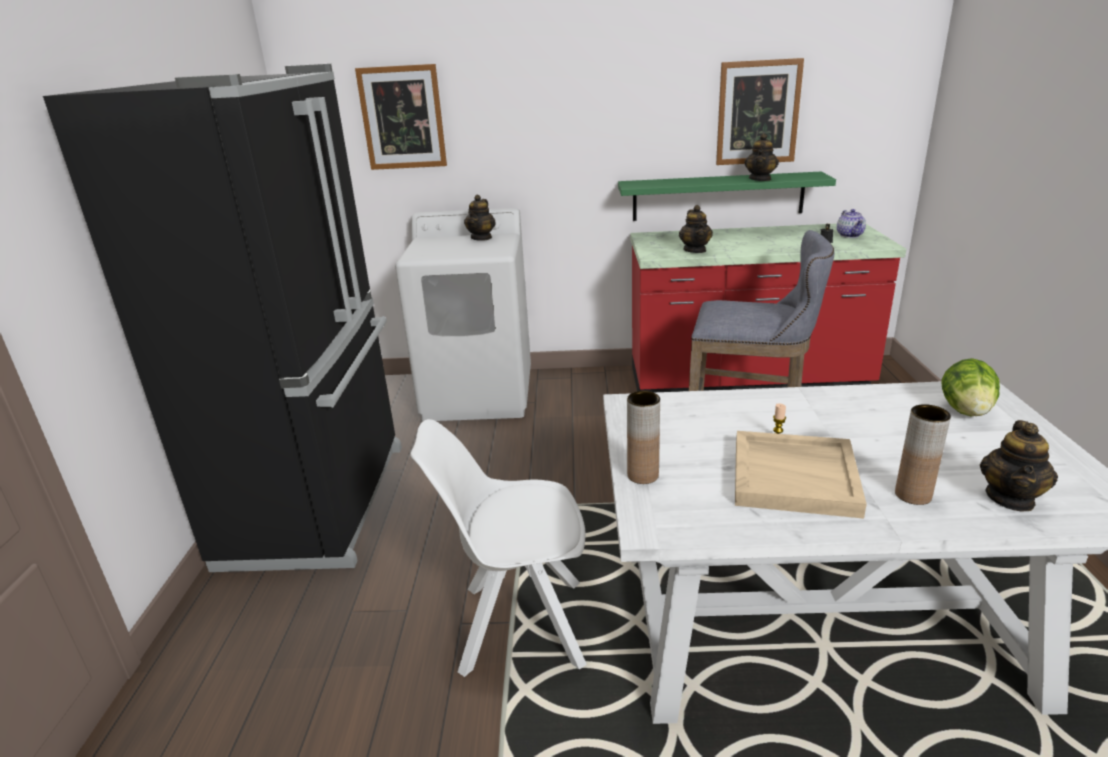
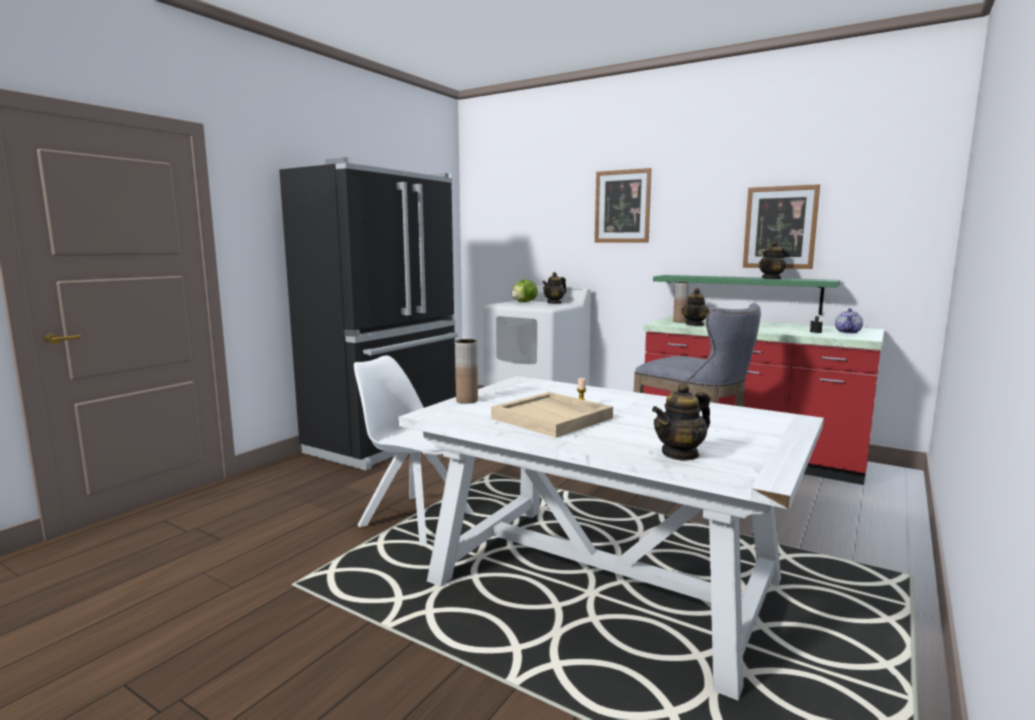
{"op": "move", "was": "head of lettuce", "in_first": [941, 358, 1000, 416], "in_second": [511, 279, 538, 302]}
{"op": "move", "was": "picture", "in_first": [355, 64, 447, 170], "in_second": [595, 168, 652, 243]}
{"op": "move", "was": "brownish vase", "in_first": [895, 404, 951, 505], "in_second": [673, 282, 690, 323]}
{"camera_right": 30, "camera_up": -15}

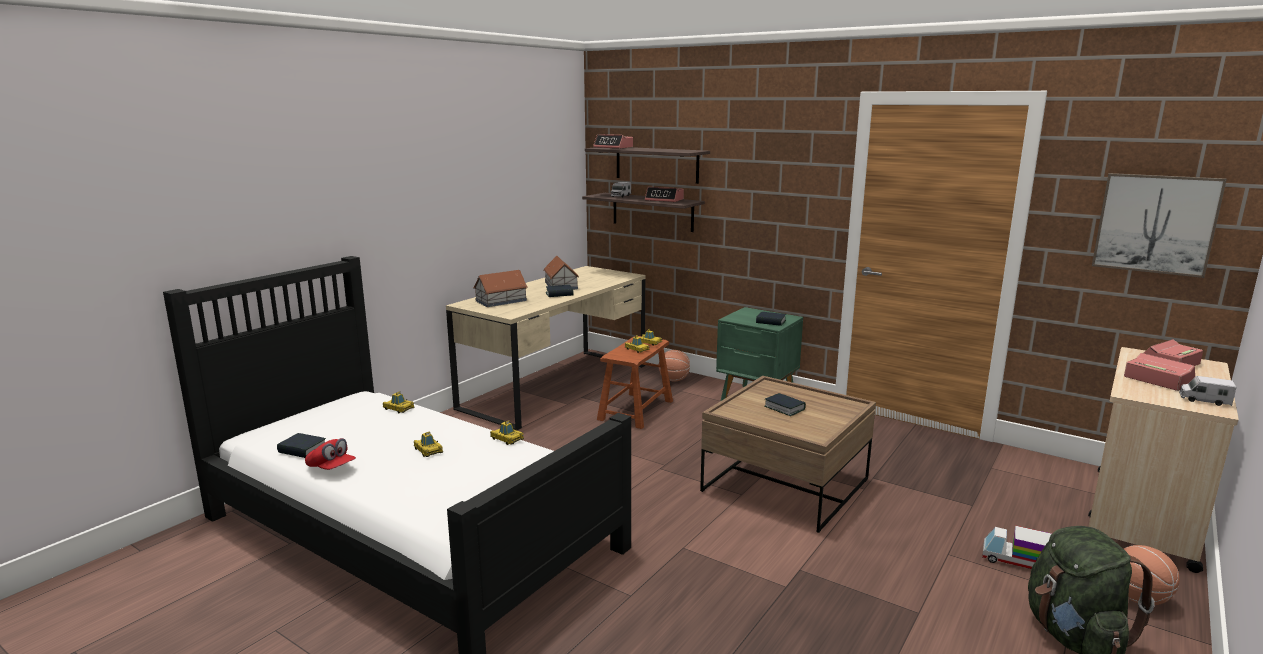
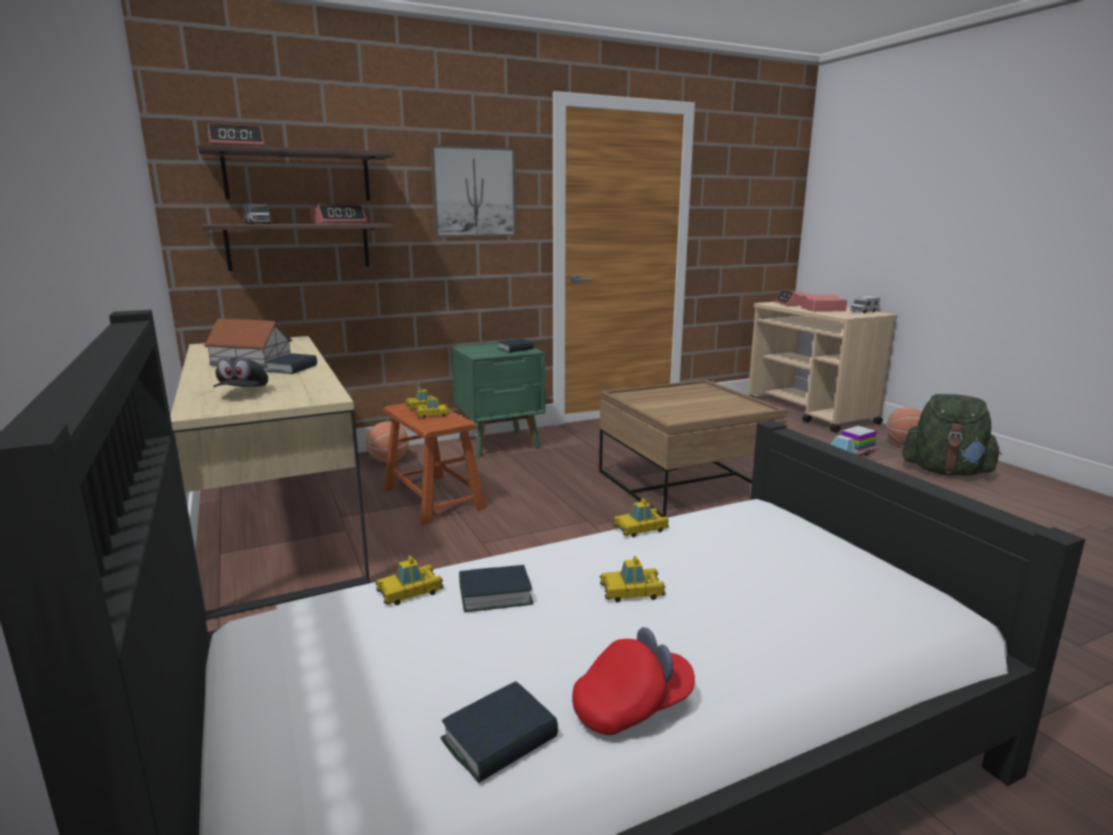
{"op": "replace", "was": "toy house", "now": "blackish cap", "in_first": [473, 270, 528, 307], "in_second": [213, 357, 268, 387]}
{"op": "move", "was": "picture", "in_first": [1092, 173, 1227, 278], "in_second": [430, 145, 516, 237]}
{"op": "move", "was": "bound book", "in_first": [764, 393, 806, 416], "in_second": [459, 565, 533, 612]}
{"camera_right": -60, "camera_up": 0}

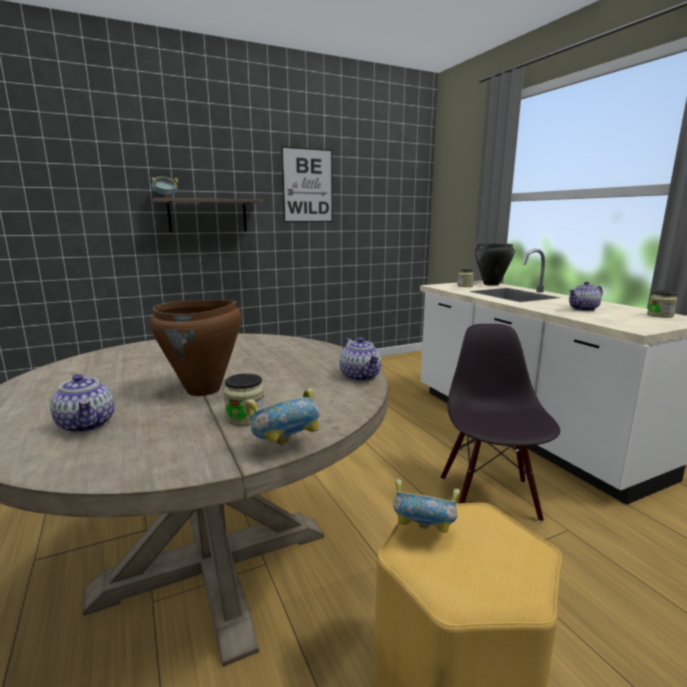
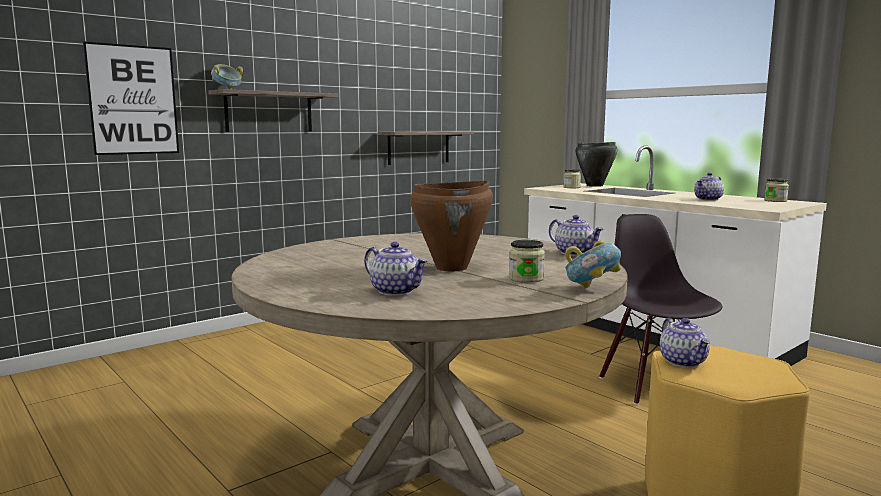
{"op": "move", "was": "picture", "in_first": [281, 146, 333, 222], "in_second": [83, 41, 179, 155]}
{"op": "insert", "now": "bracket shelf", "in_second": [378, 131, 474, 165]}
{"op": "replace", "was": "bowl", "now": "pot for tea", "in_first": [393, 479, 460, 533], "in_second": [660, 318, 710, 367]}
{"camera_right": -15, "camera_up": -5}

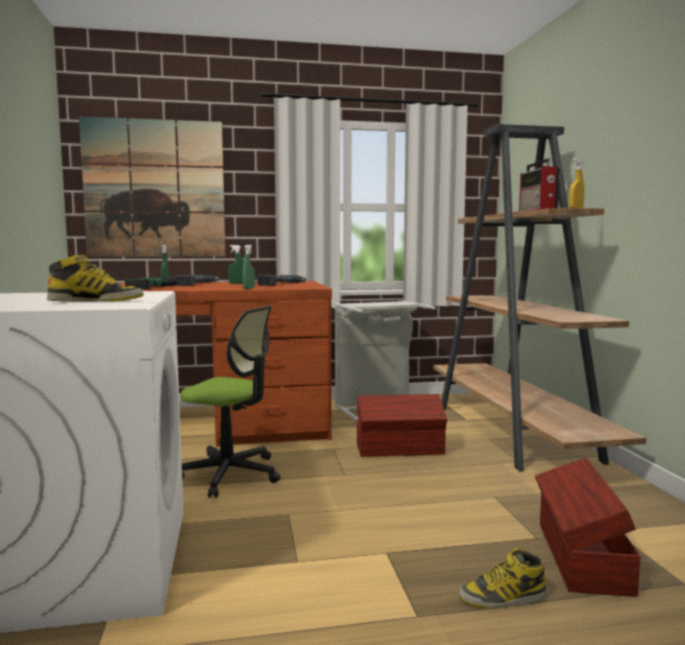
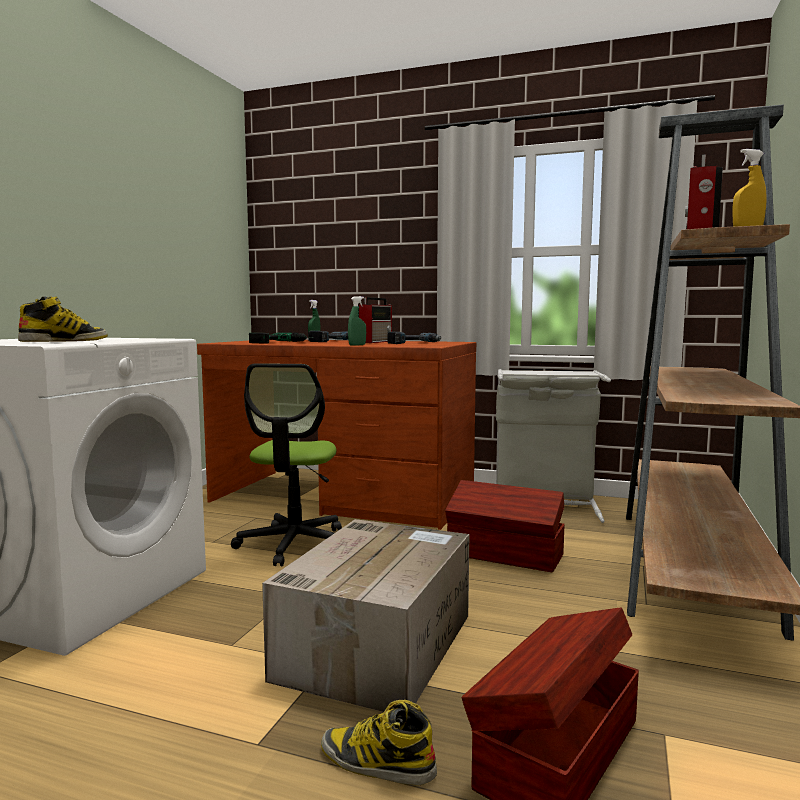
{"op": "rotate", "was": "high-top boot", "in_first": [47, 255, 144, 301], "in_second": [18, 296, 108, 342], "clockwise": -75}
{"op": "rotate", "was": "office chair", "in_first": [180, 306, 280, 498], "in_second": [231, 363, 342, 566], "clockwise": 45}
{"op": "insert", "now": "carton", "in_second": [262, 519, 469, 712]}
{"op": "replace", "was": "greenish spray bottle", "now": "radio receiver", "in_first": [228, 245, 244, 284], "in_second": [358, 297, 392, 343]}
{"op": "delete", "was": "picture", "in_first": [79, 116, 226, 257]}
{"camera_right": 30, "camera_up": 0}

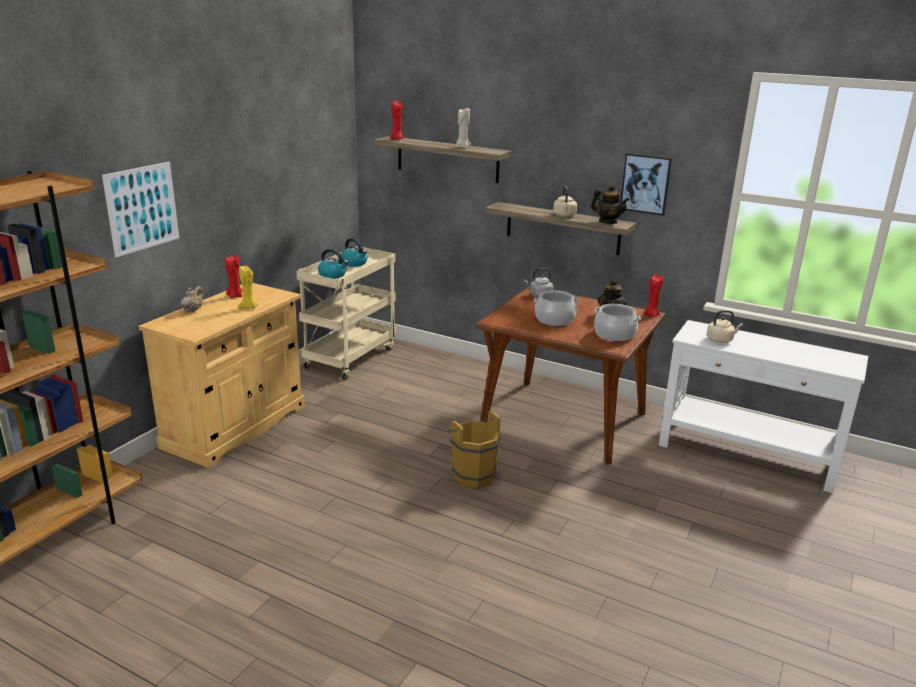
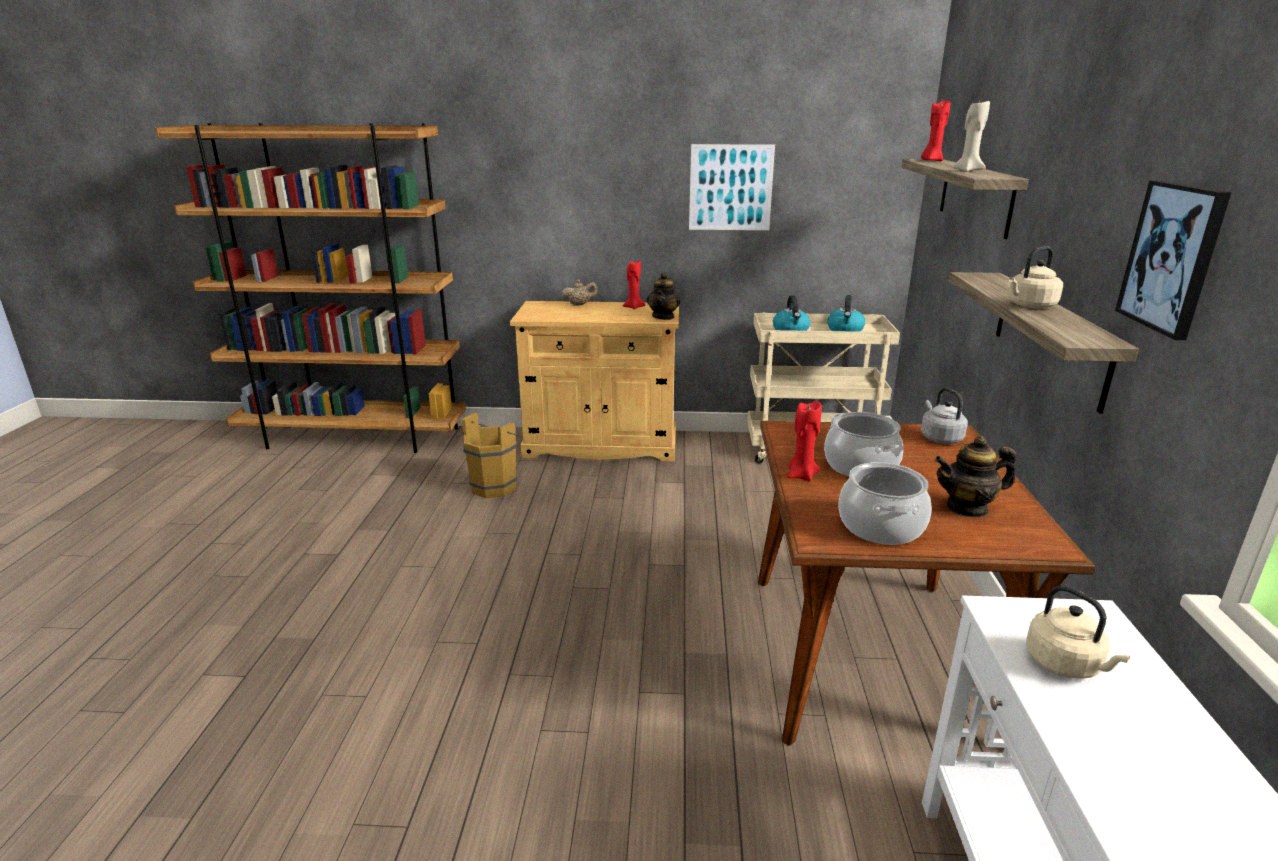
{"op": "move", "was": "brownish pail", "in_first": [447, 410, 500, 488], "in_second": [462, 413, 522, 498]}
{"op": "move", "was": "pot for tea", "in_first": [591, 185, 630, 224], "in_second": [647, 272, 680, 320]}
{"op": "move", "was": "picture", "in_first": [102, 162, 179, 257], "in_second": [689, 144, 775, 230]}
{"op": "move", "was": "reddish wax light", "in_first": [644, 274, 663, 317], "in_second": [787, 401, 822, 481]}
{"op": "delete", "was": "yellow-coloured wax light", "in_first": [238, 265, 259, 309]}
{"camera_right": 65, "camera_up": 0}

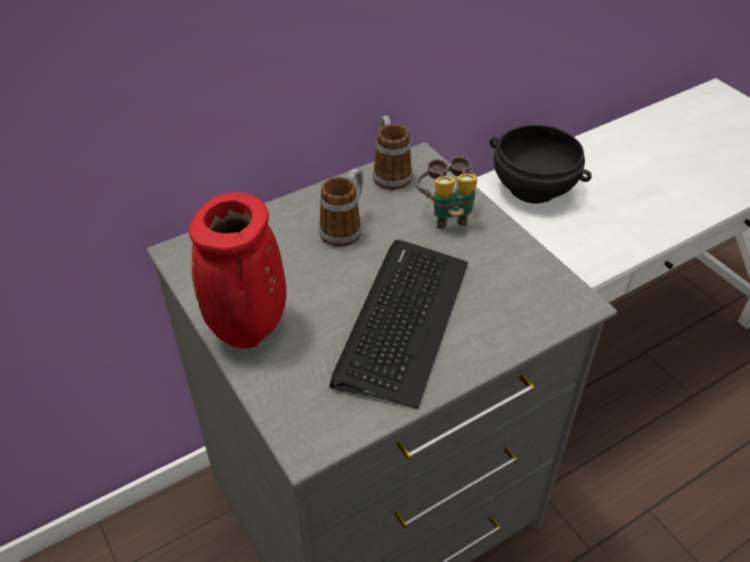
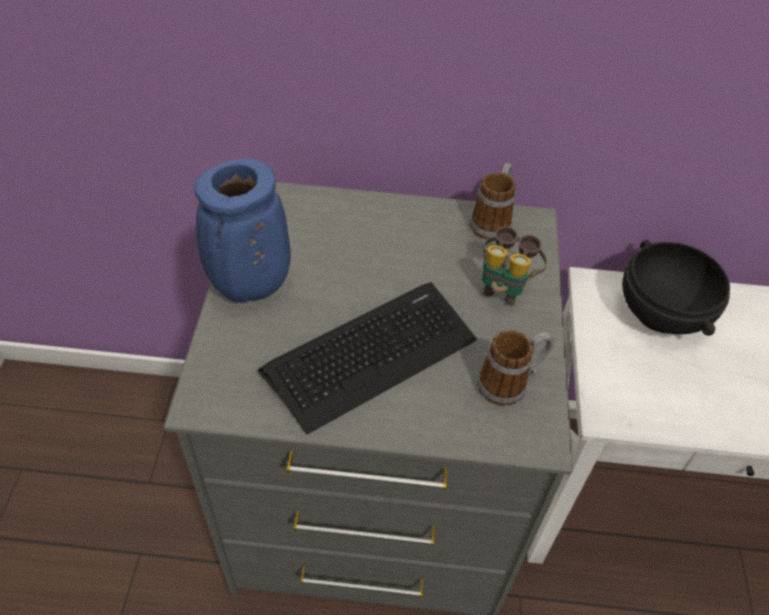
{"op": "recolor", "was": "reddish vase", "now": "bluish vase", "in_first": [189, 192, 286, 348], "in_second": [195, 158, 291, 303]}
{"op": "move", "was": "mug", "in_first": [319, 168, 363, 247], "in_second": [477, 330, 554, 406]}
{"camera_right": 35, "camera_up": 5}

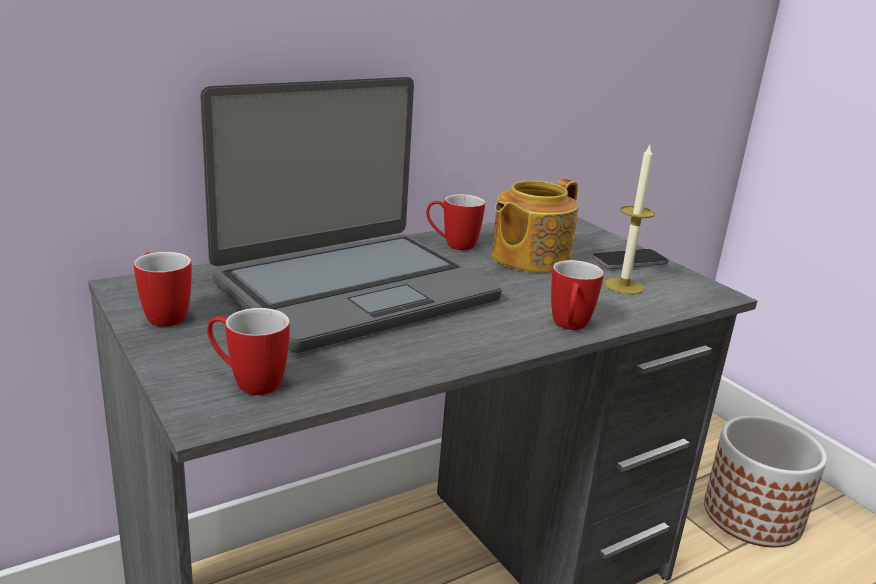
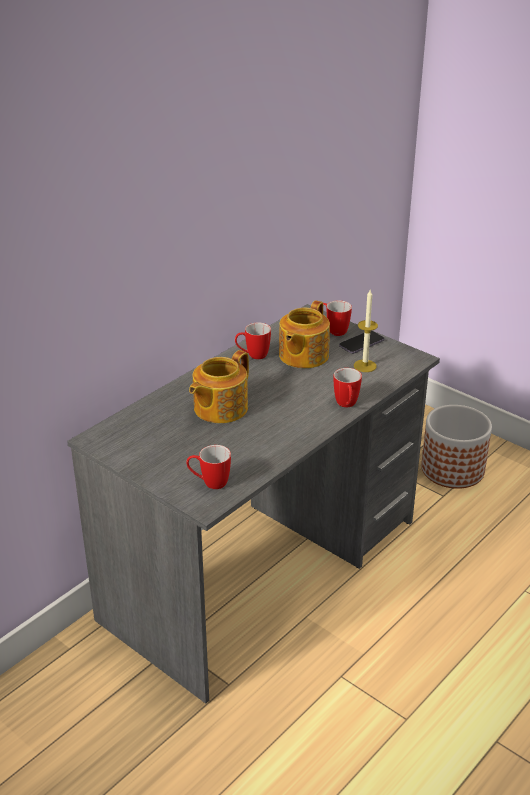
{"op": "replace", "was": "notebook computer", "now": "pot for tea", "in_first": [200, 77, 502, 353], "in_second": [189, 350, 249, 423]}
{"op": "move", "was": "mug", "in_first": [134, 252, 192, 327], "in_second": [323, 300, 352, 336]}
{"camera_right": -15, "camera_up": 10}

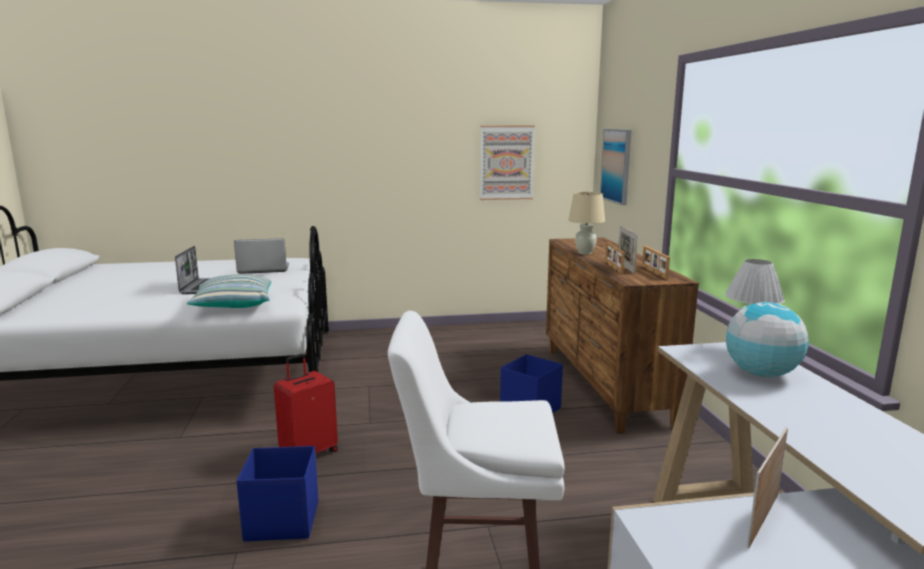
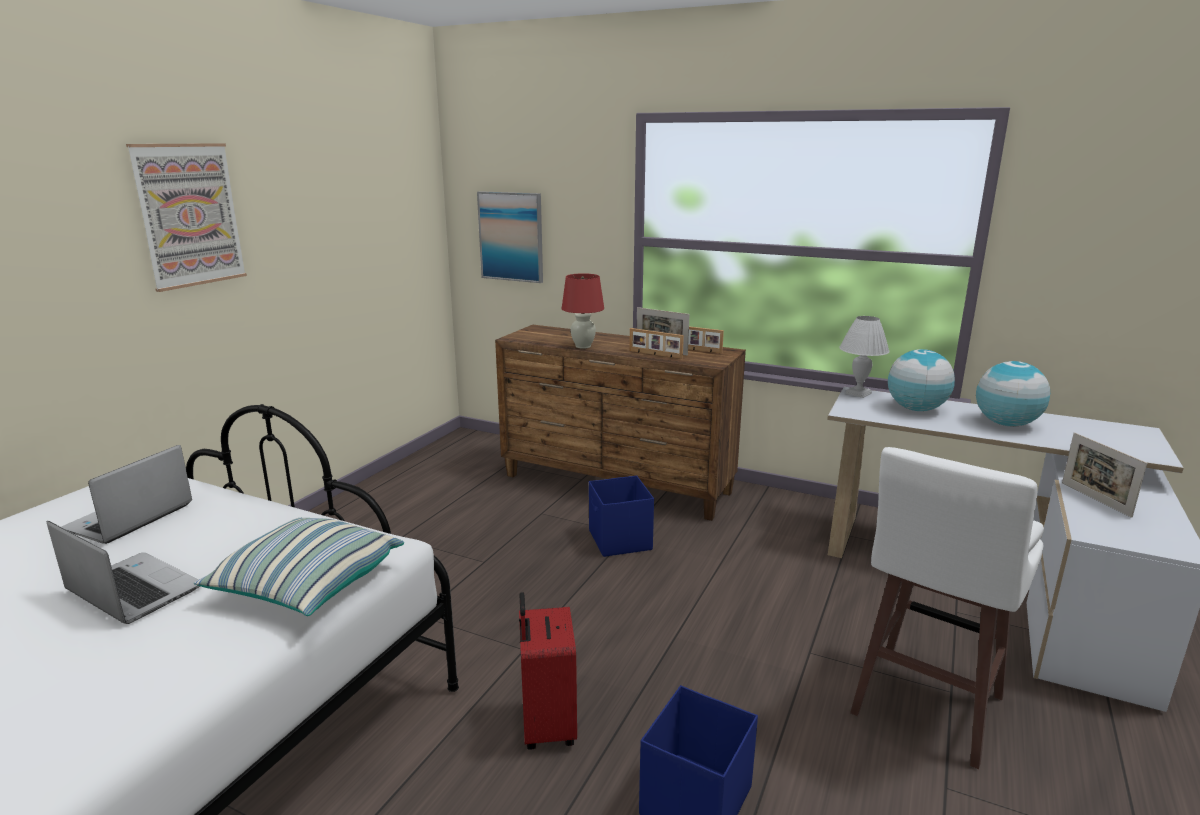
{"op": "move", "was": "picture", "in_first": [480, 126, 535, 200], "in_second": [126, 143, 247, 292]}
{"op": "recolor", "was": "beige-coloured lamp for a table", "now": "reddish lamp for a table", "in_first": [568, 192, 605, 254], "in_second": [562, 273, 604, 349]}
{"op": "insert", "now": "world globe", "in_second": [976, 361, 1050, 427]}
{"camera_right": -55, "camera_up": 5}

